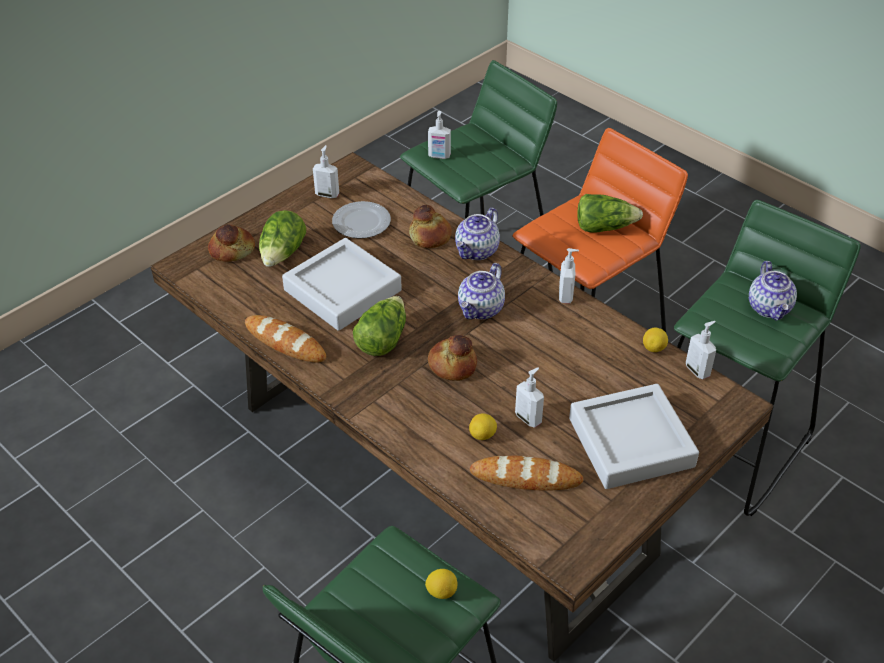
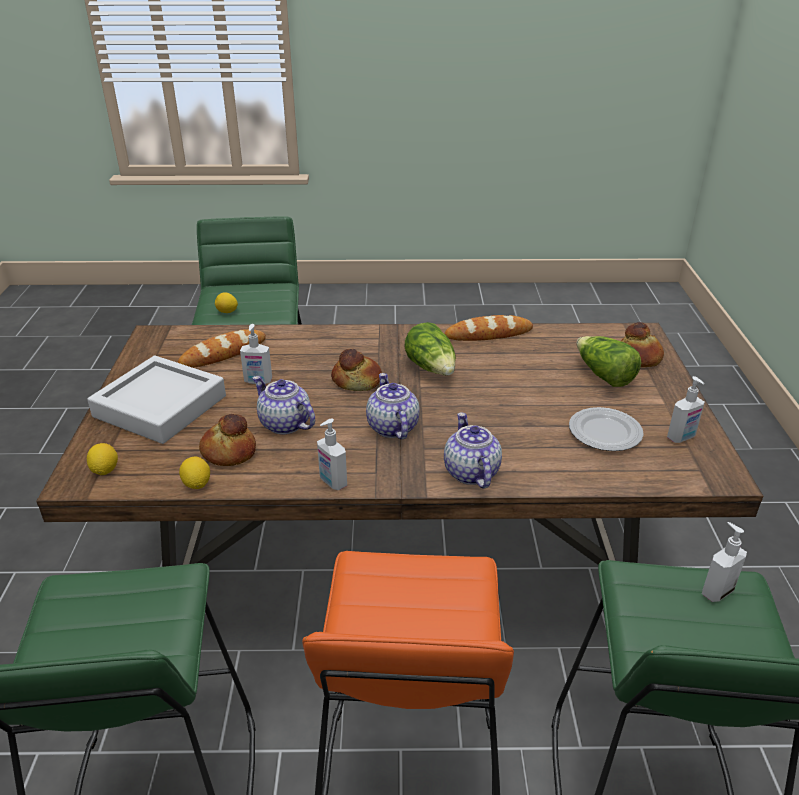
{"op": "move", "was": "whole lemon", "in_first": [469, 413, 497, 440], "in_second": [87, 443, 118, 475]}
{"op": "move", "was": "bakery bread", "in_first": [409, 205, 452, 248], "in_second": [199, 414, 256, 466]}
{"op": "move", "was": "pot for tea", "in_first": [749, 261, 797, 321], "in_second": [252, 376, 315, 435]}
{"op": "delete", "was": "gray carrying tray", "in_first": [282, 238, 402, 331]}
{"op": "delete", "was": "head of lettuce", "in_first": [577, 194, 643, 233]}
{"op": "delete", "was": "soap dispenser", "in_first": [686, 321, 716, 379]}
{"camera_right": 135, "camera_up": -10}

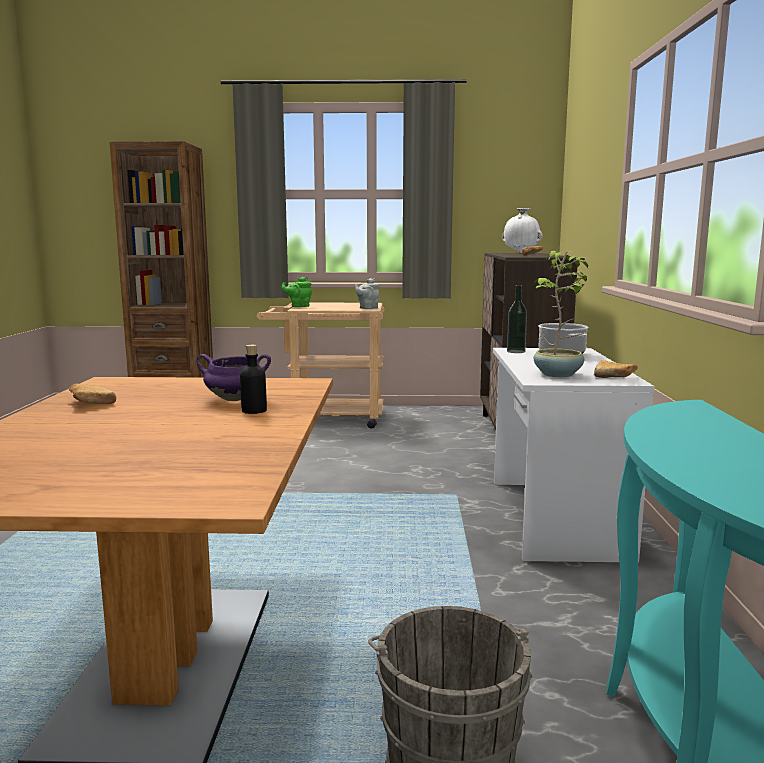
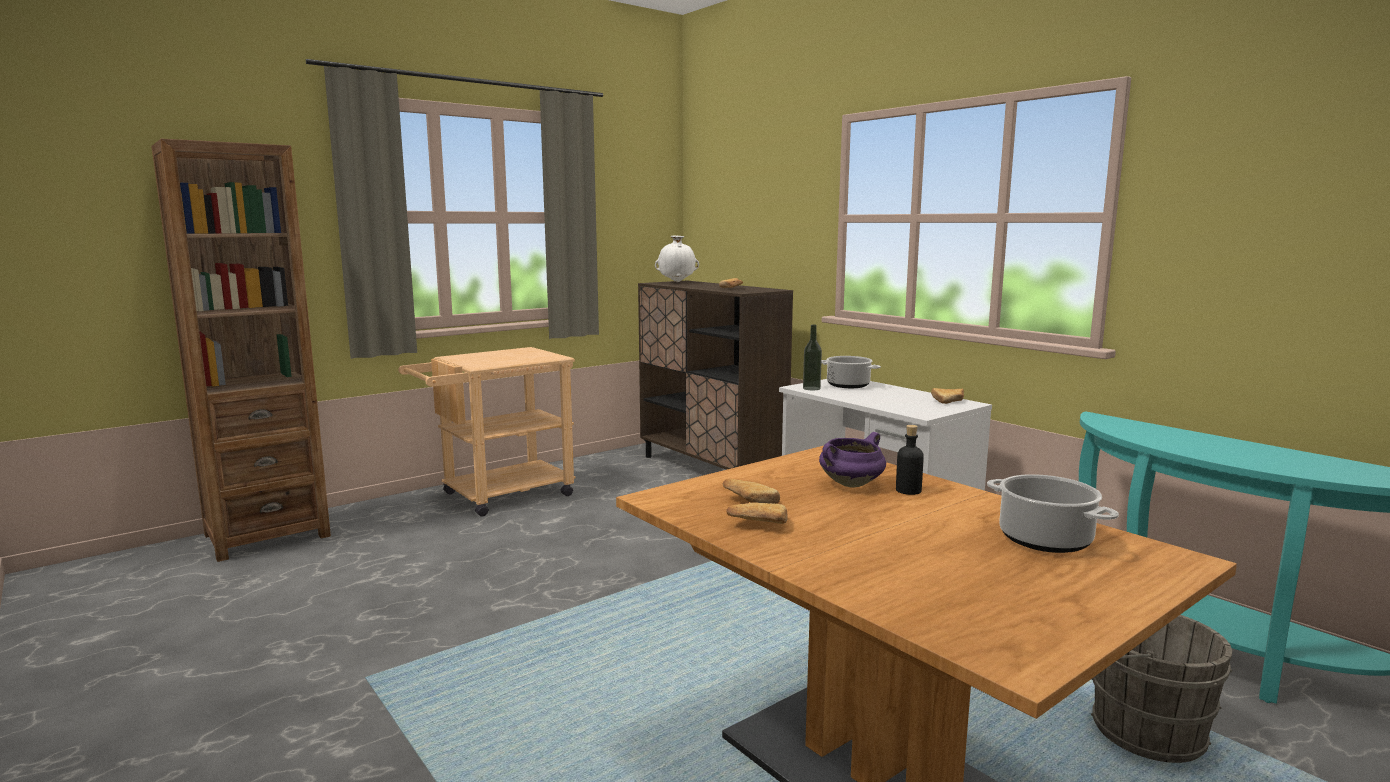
{"op": "insert", "now": "bakery bread", "in_second": [722, 479, 780, 504]}
{"op": "insert", "now": "cooking pot", "in_second": [987, 474, 1119, 553]}
{"op": "delete", "was": "greenish pot for tea", "in_first": [282, 277, 312, 307]}
{"op": "delete", "was": "gray pot for tea", "in_first": [355, 278, 379, 309]}
{"op": "delete", "was": "potted plant", "in_first": [533, 251, 589, 377]}
{"camera_right": -40, "camera_up": 0}

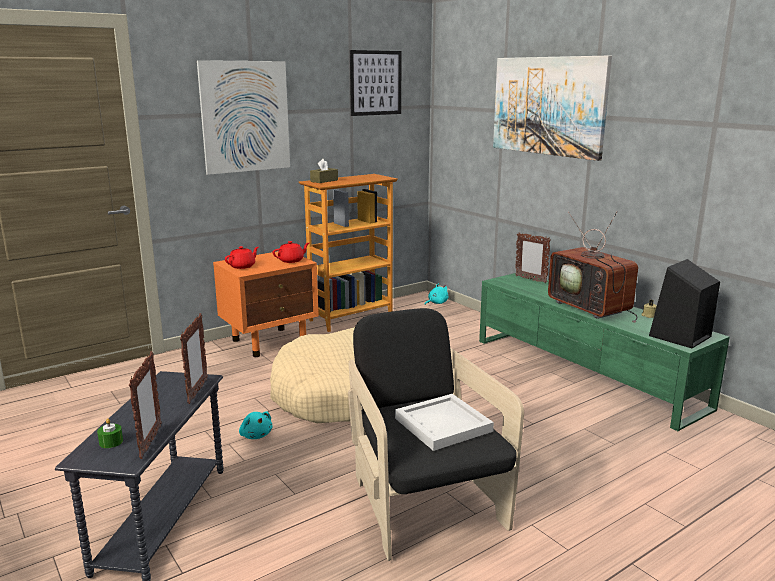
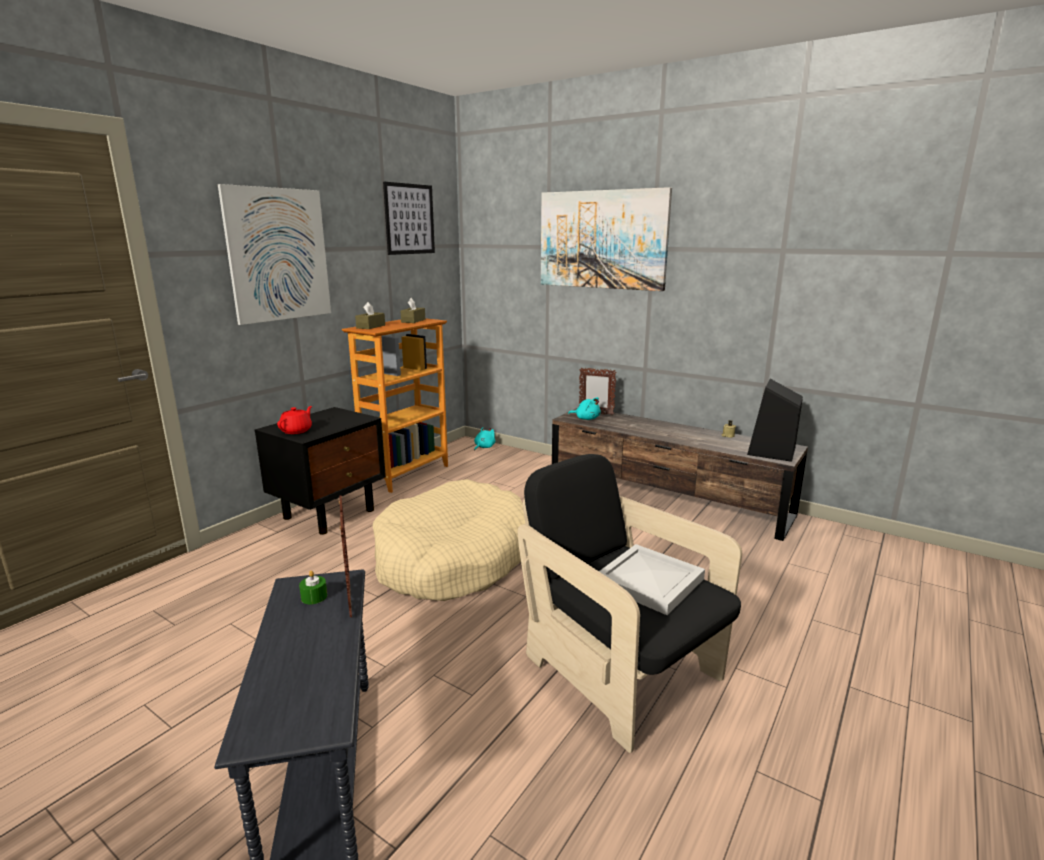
{"op": "recolor", "was": "orangey night table", "now": "blackish night table", "in_first": [213, 251, 319, 357], "in_second": [255, 407, 386, 535]}
{"op": "move", "was": "greenish wax light", "in_first": [97, 418, 123, 448], "in_second": [299, 571, 327, 604]}
{"op": "insert", "now": "brownish tissue holder", "in_second": [400, 298, 425, 323]}
{"op": "recolor", "was": "greenish tv stand", "now": "brownish tv stand", "in_first": [479, 273, 730, 431], "in_second": [552, 408, 808, 541]}
{"op": "move", "was": "blue-green cuddly toy", "in_first": [239, 411, 273, 439], "in_second": [568, 397, 601, 420]}
{"op": "delete", "was": "standing frame", "in_first": [129, 351, 162, 459]}
{"op": "delete", "was": "reddish pot for tea", "in_first": [273, 241, 309, 263]}
{"op": "delete", "was": "TV", "in_first": [548, 211, 638, 323]}
{"camera_right": -20, "camera_up": 0}

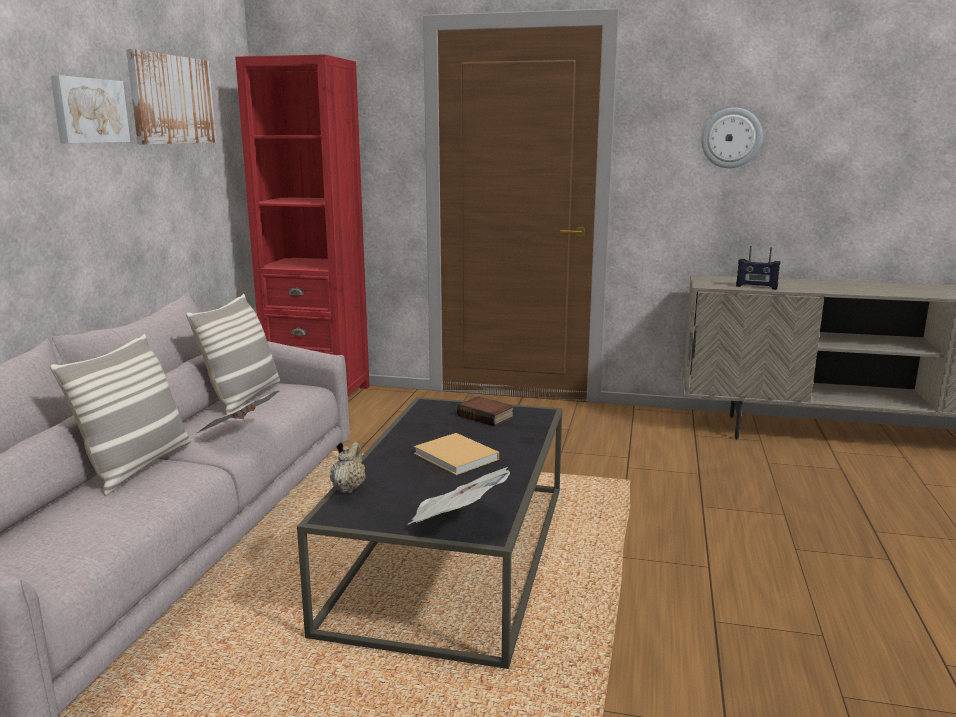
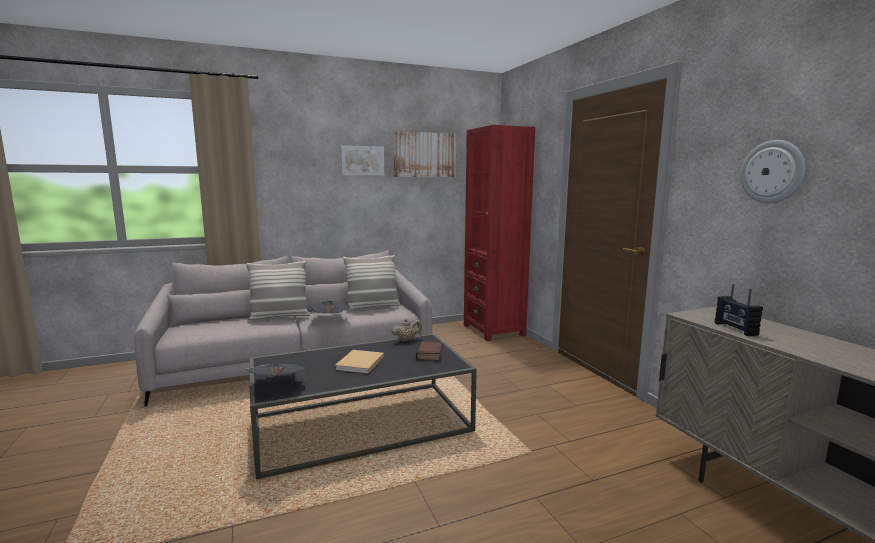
{"op": "move", "was": "beige-coloured pot for tea", "in_first": [330, 442, 366, 493], "in_second": [392, 319, 422, 341]}
{"camera_right": 55, "camera_up": -5}

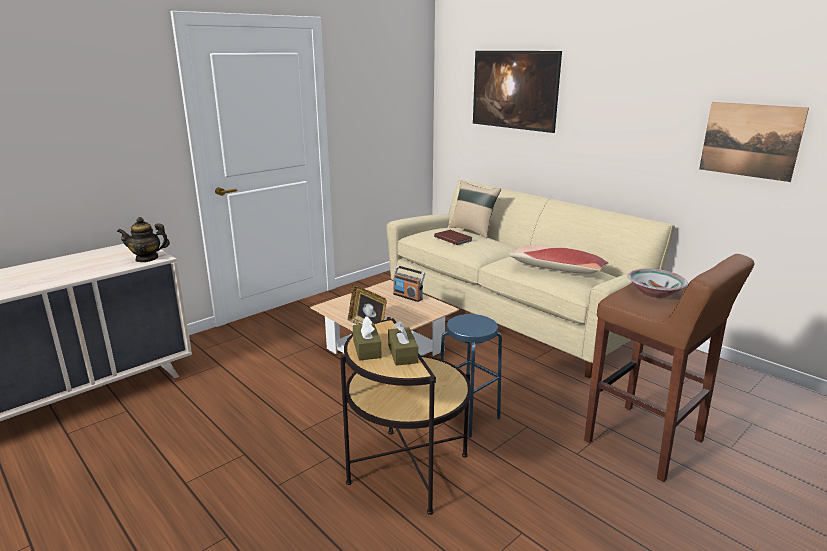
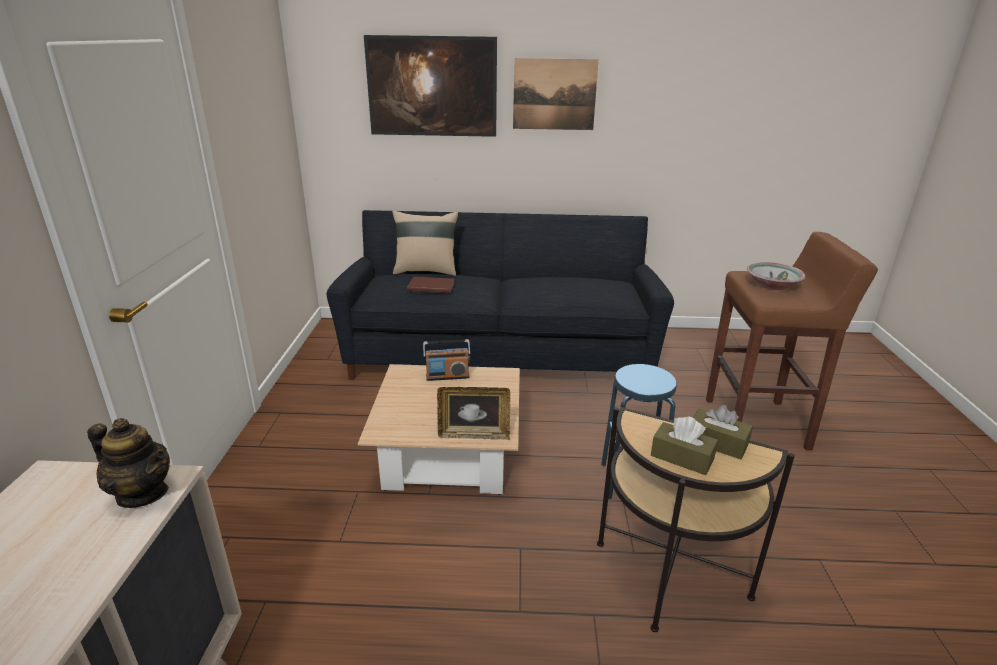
{"op": "rotate", "was": "pot for tea", "in_first": [117, 217, 170, 262], "in_second": [87, 418, 170, 508], "clockwise": -105}
{"op": "recolor", "was": "beige-coloured settee", "now": "blackish settee", "in_first": [386, 180, 675, 378], "in_second": [327, 210, 674, 380]}
{"op": "move", "was": "picture", "in_first": [699, 102, 809, 182], "in_second": [513, 58, 599, 130]}
{"op": "delete", "was": "pillow", "in_first": [508, 244, 609, 274]}
{"camera_right": -45, "camera_up": 5}

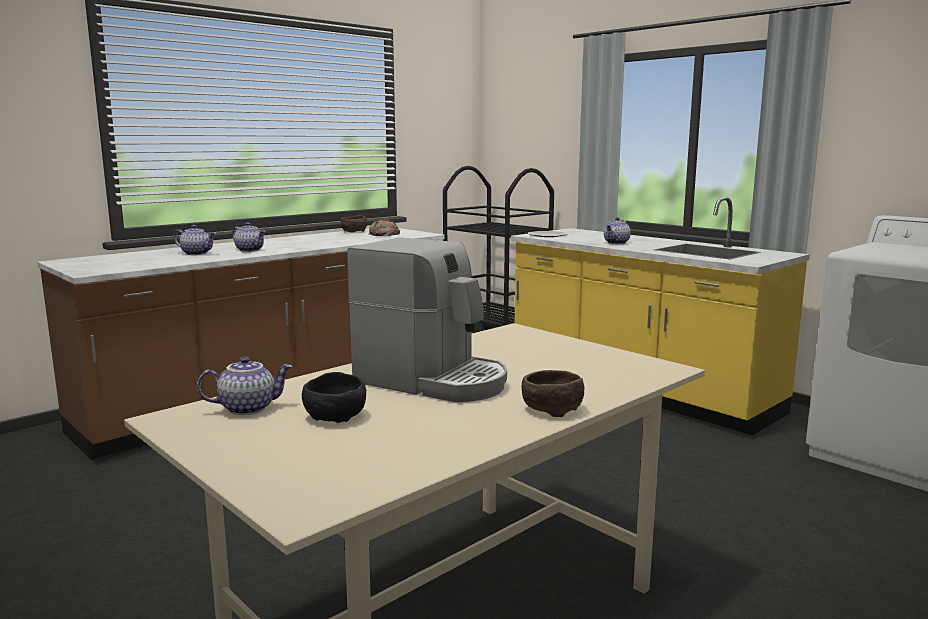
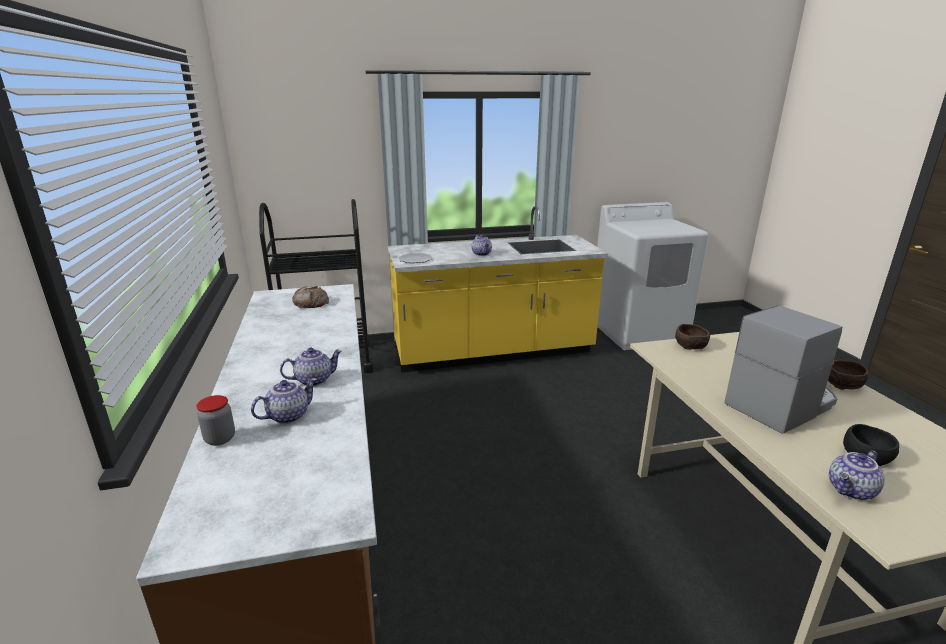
{"op": "insert", "now": "jar", "in_second": [196, 395, 235, 446]}
{"op": "move", "was": "brownish bowl", "in_first": [341, 215, 367, 233], "in_second": [675, 324, 710, 350]}
{"op": "rotate", "was": "pot for tea", "in_first": [197, 356, 293, 415], "in_second": [829, 450, 884, 501], "clockwise": -135}
{"camera_right": -60, "camera_up": 10}

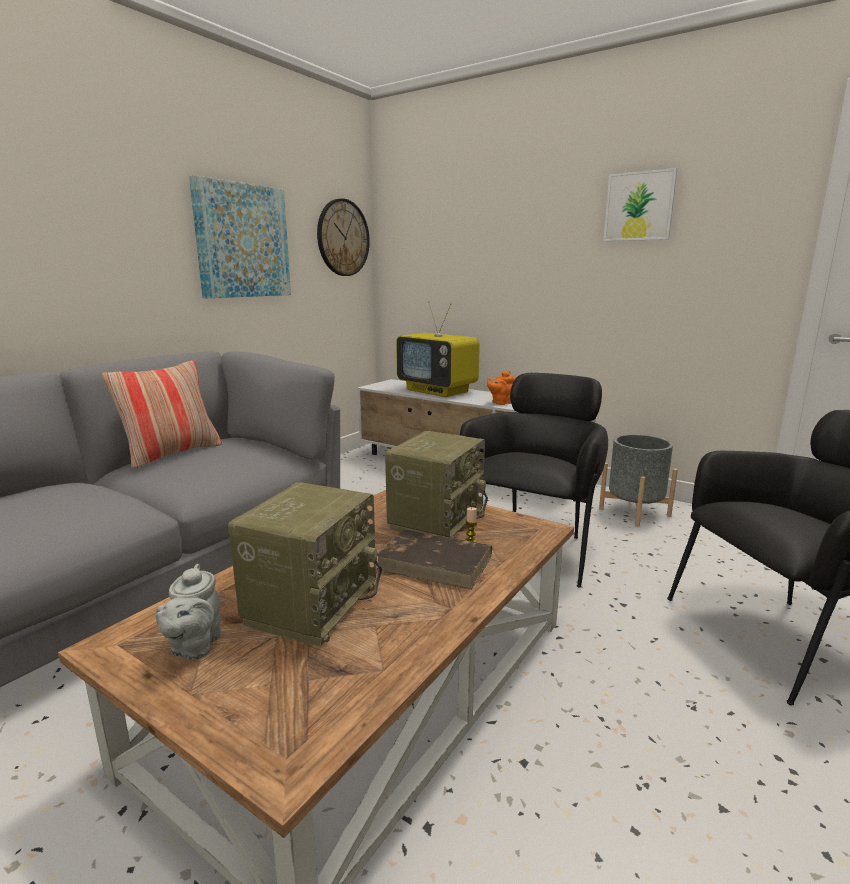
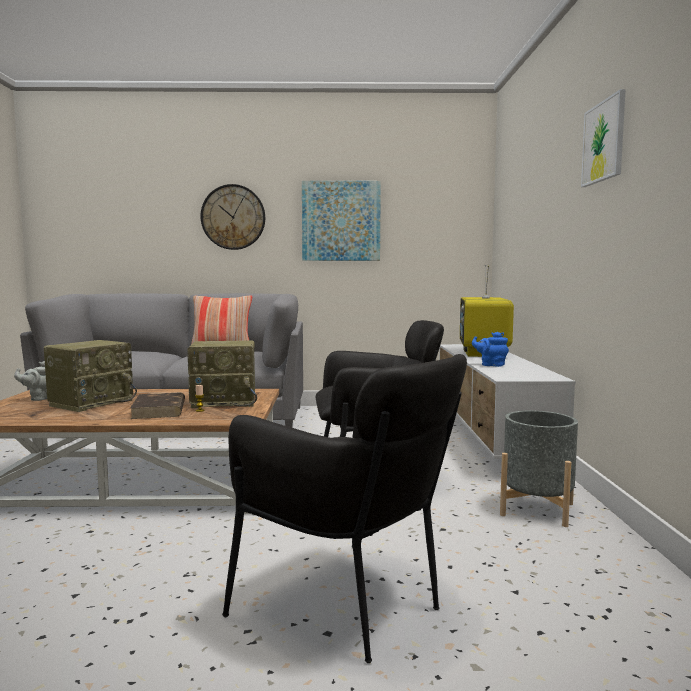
{"op": "rotate", "was": "radio receiver", "in_first": [228, 482, 382, 647], "in_second": [44, 340, 137, 412], "clockwise": -45}
{"op": "move", "was": "clock on the wall", "in_first": [317, 198, 370, 276], "in_second": [201, 184, 265, 250]}
{"op": "recolor", "was": "orangey pot for tea", "now": "bluish pot for tea", "in_first": [487, 371, 515, 405], "in_second": [472, 332, 509, 367]}
{"camera_right": 55, "camera_up": -10}

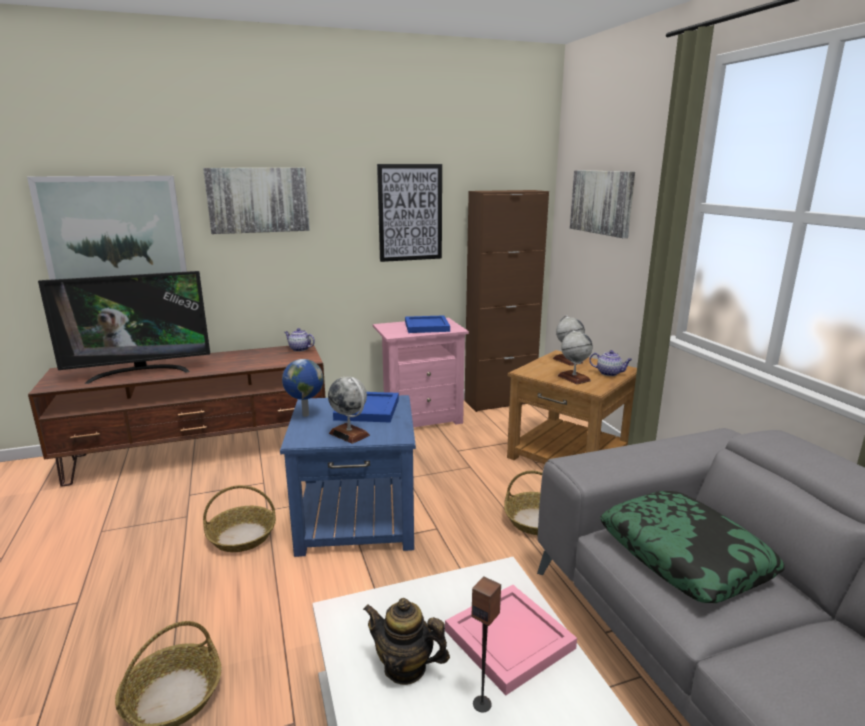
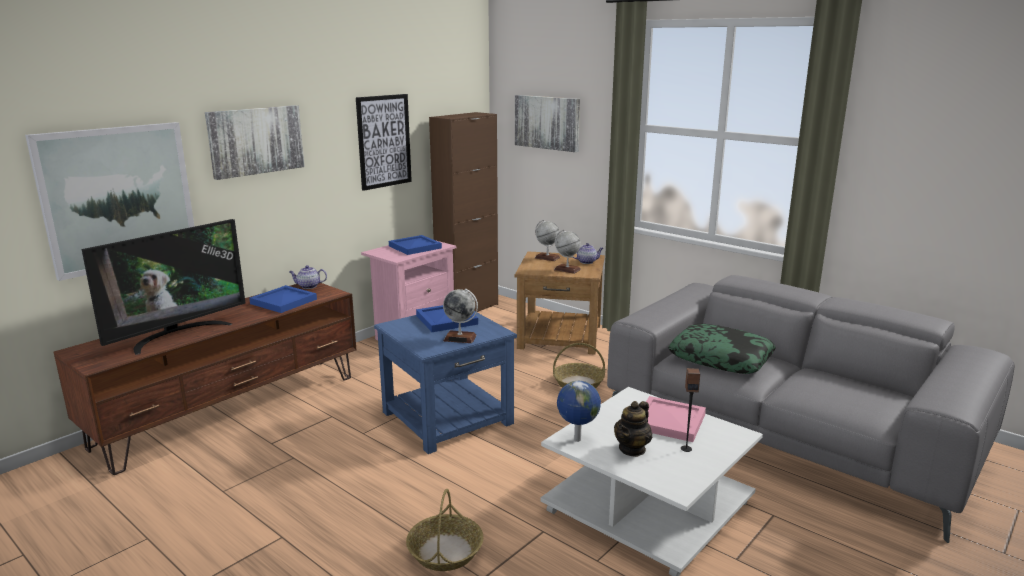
{"op": "insert", "now": "bluish carrying tray", "in_second": [249, 285, 317, 313]}
{"op": "move", "was": "world globe", "in_first": [282, 359, 324, 417], "in_second": [557, 381, 601, 442]}
{"op": "rotate", "was": "pot for tea", "in_first": [363, 598, 450, 685], "in_second": [614, 401, 652, 457], "clockwise": -45}
{"op": "delete", "was": "storage basket", "in_first": [203, 485, 276, 552]}
{"camera_right": -30, "camera_up": 0}

